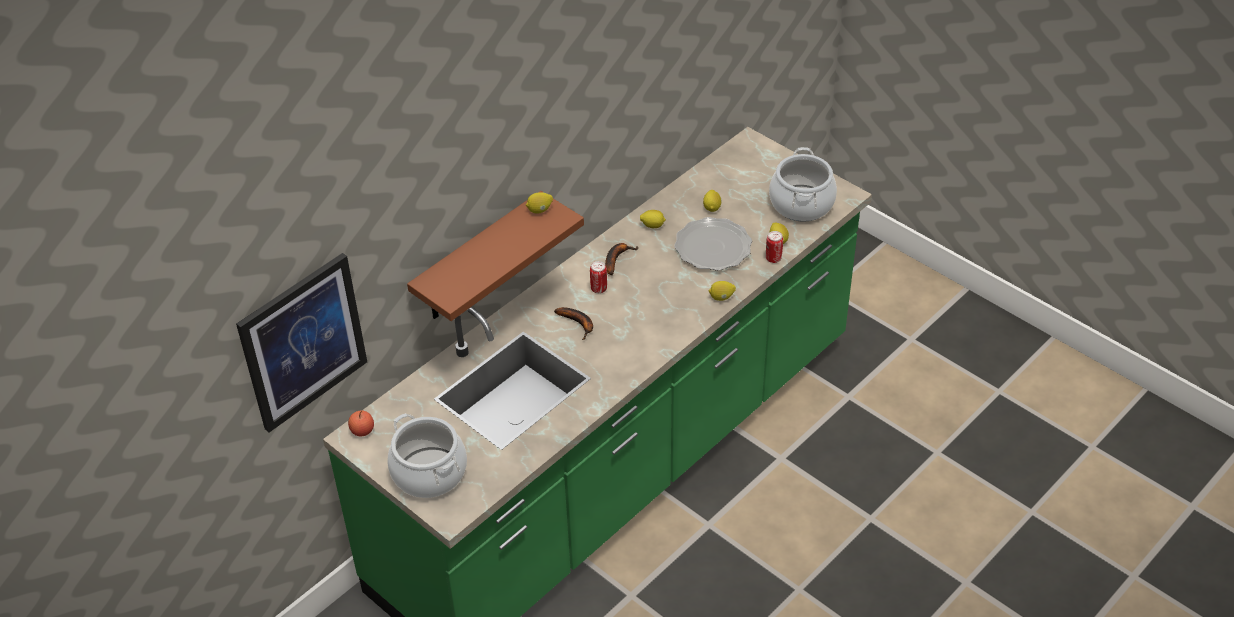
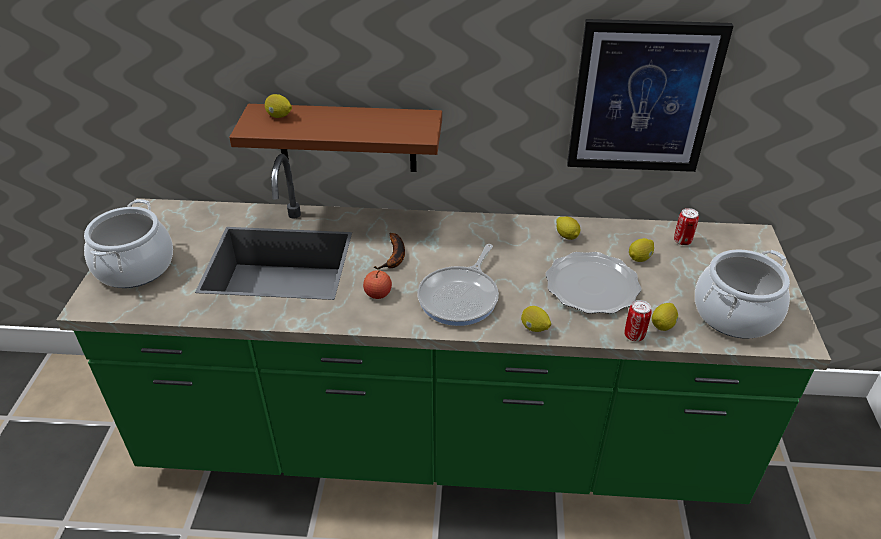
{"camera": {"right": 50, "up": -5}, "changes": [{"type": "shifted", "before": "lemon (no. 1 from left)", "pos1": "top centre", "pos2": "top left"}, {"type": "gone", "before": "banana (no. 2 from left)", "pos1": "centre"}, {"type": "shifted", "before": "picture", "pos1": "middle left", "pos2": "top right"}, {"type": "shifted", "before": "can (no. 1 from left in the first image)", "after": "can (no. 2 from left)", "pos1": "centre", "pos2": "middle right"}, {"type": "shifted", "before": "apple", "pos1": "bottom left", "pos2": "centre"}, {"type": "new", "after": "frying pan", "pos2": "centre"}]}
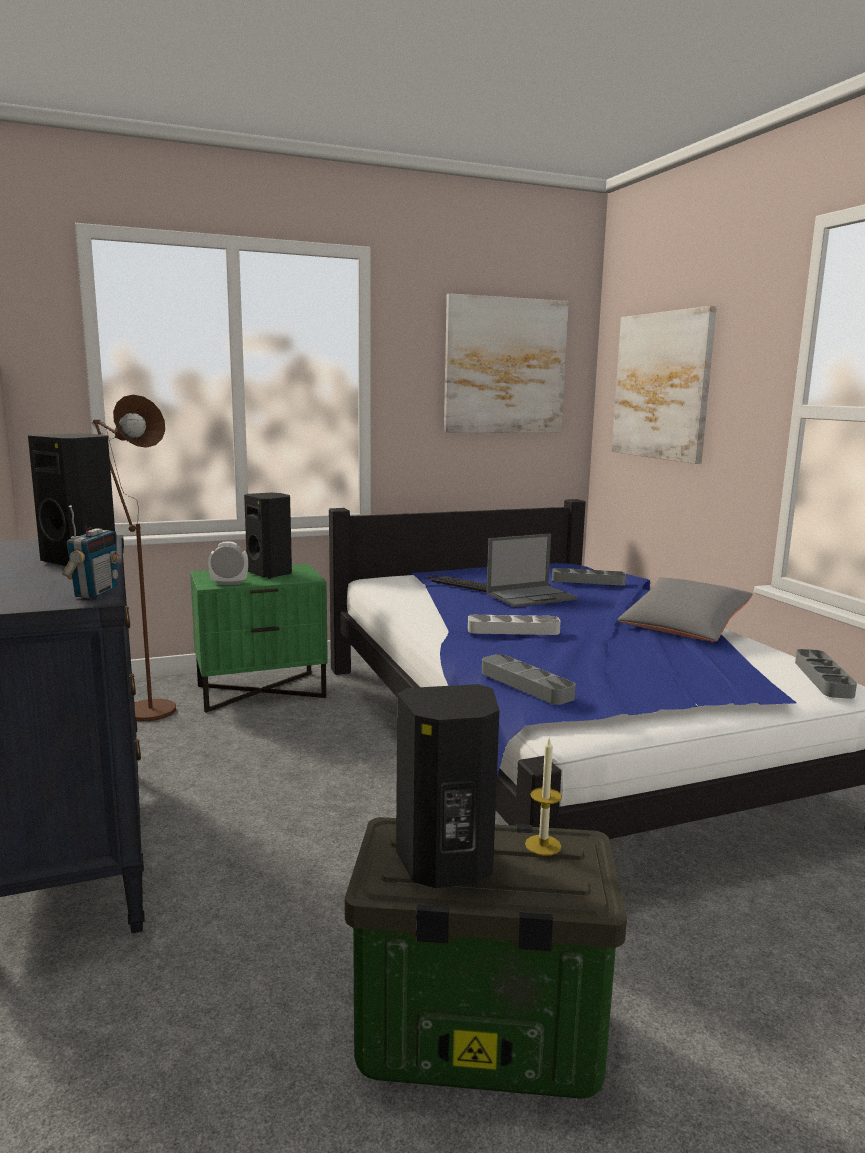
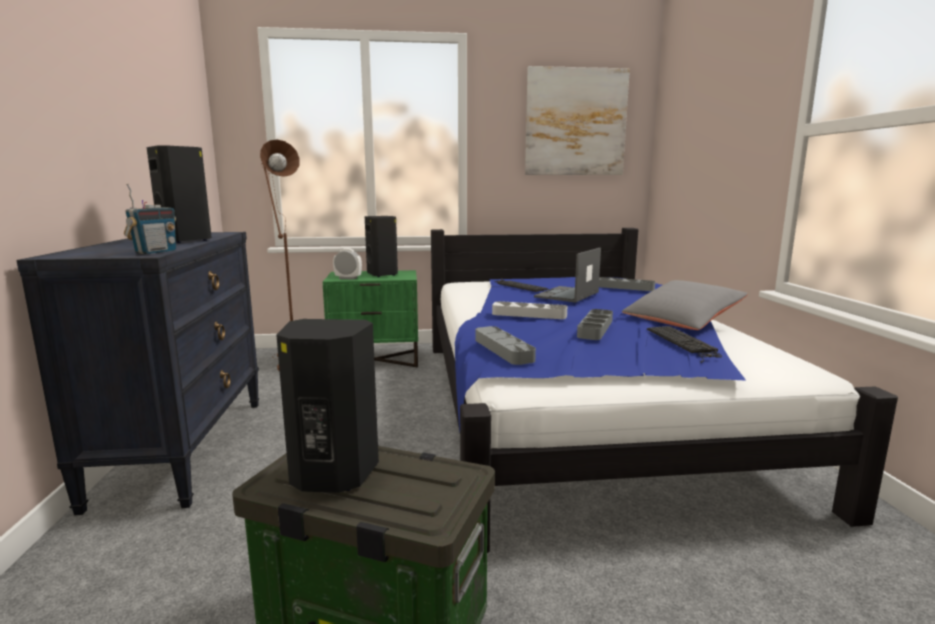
{"camera": {"right": 15, "up": 0}, "changes": [{"type": "gone", "before": "picture (no. 2 from left)", "pos1": "middle right"}, {"type": "rotated", "before": "laptop", "pos1": "centre", "pos2": "centre", "turn": 135}, {"type": "shifted", "before": "tray (grey) (no. 4 from left in the first image)", "after": "tray (grey) (no. 3 from left)", "pos1": "middle right", "pos2": "centre"}, {"type": "gone", "before": "candle", "pos1": "bottom centre"}, {"type": "new", "after": "keyboard (no. 2 from left)", "pos2": "middle right"}]}
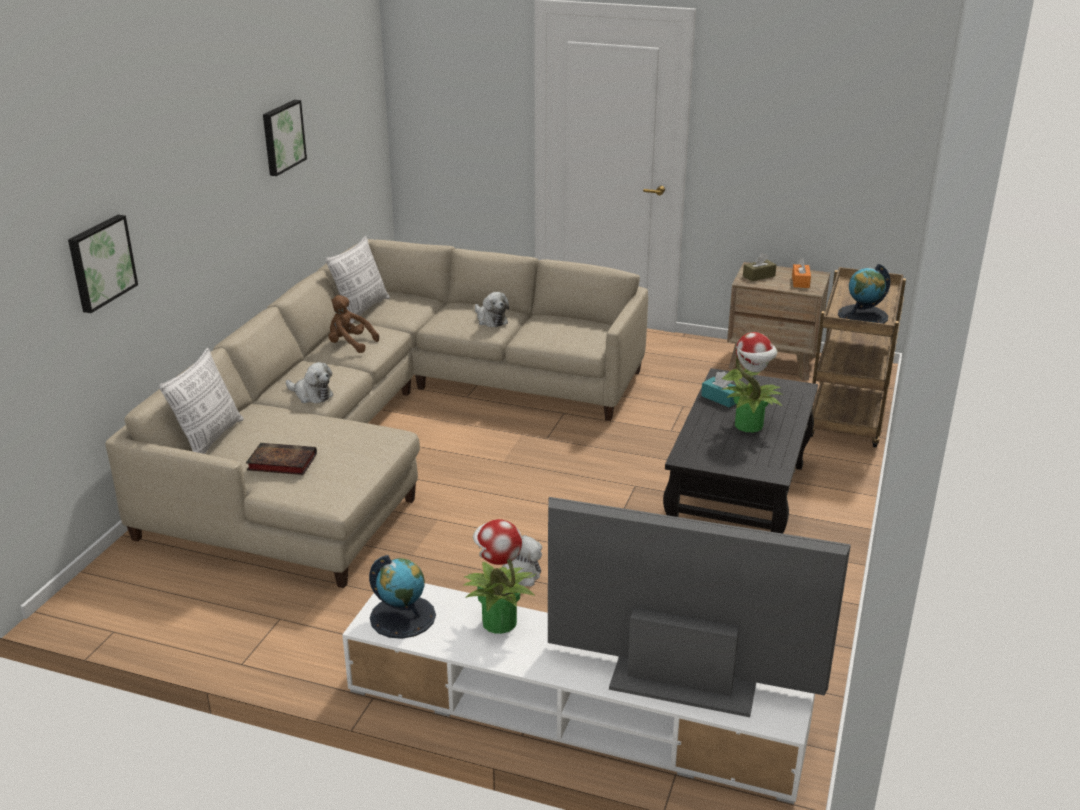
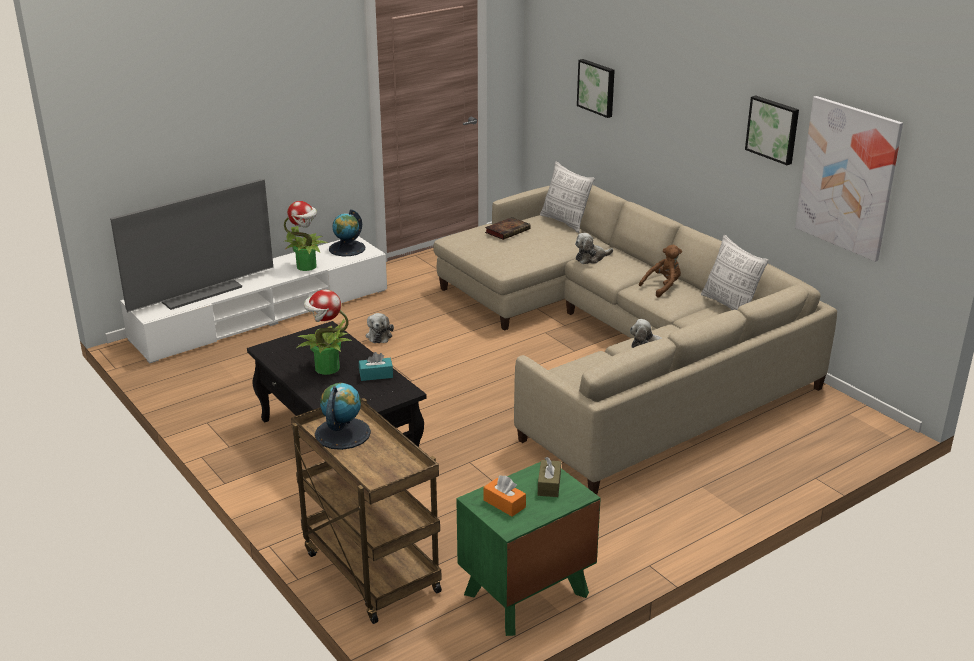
{"camera": {"right": 125, "up": 0}, "changes": [{"type": "repainted", "before": "nightstand (brown)", "after": "nightstand (green)", "pos1": "middle right", "pos2": "bottom centre"}, {"type": "new", "after": "picture (no. 3 from left)", "pos2": "top right"}]}
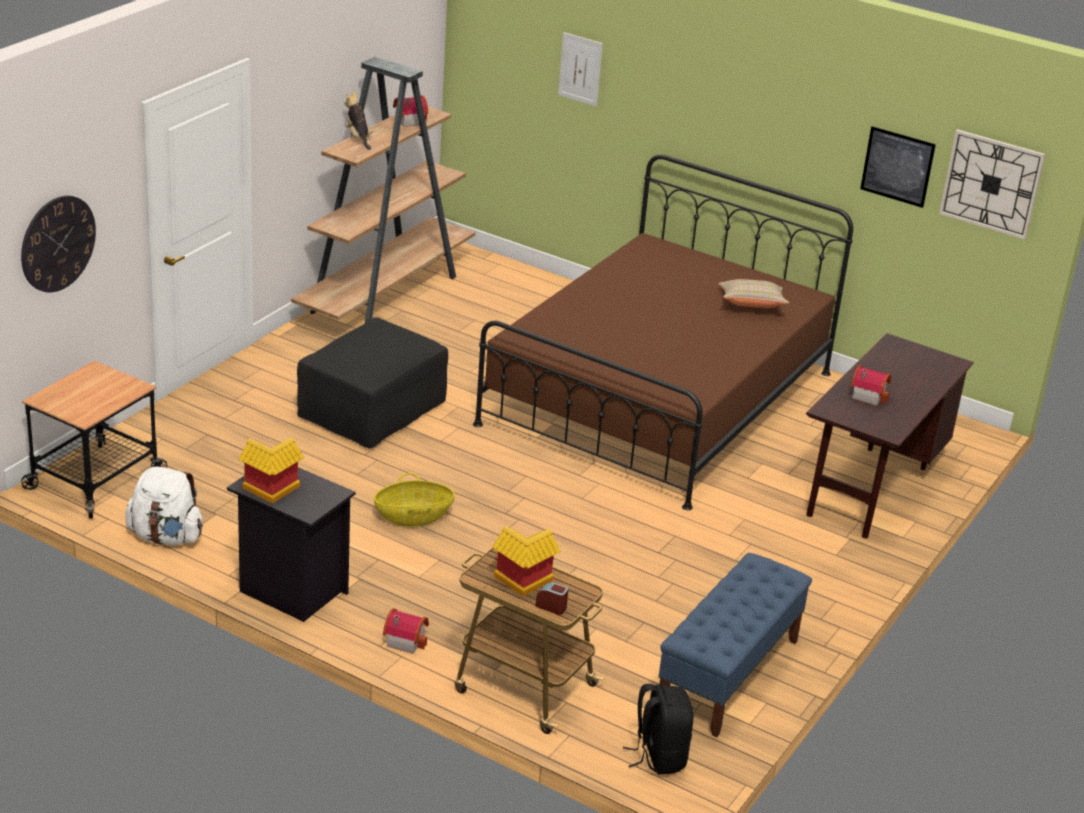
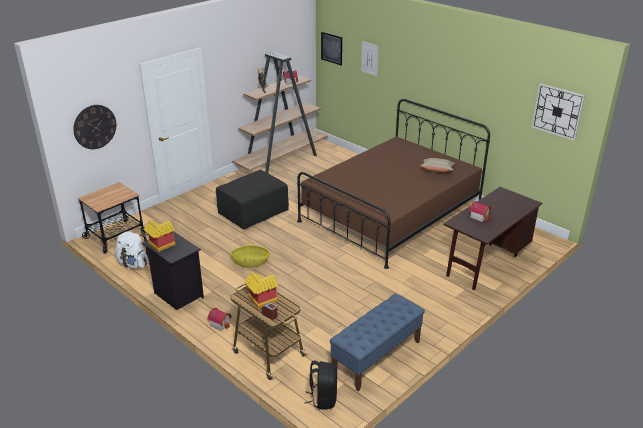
{"camera": {"right": 15, "up": 0}, "changes": [{"type": "shifted", "before": "picture (no. 2 from left in the first image)", "after": "picture (no. 1 from left)", "pos1": "top right", "pos2": "top centre"}]}
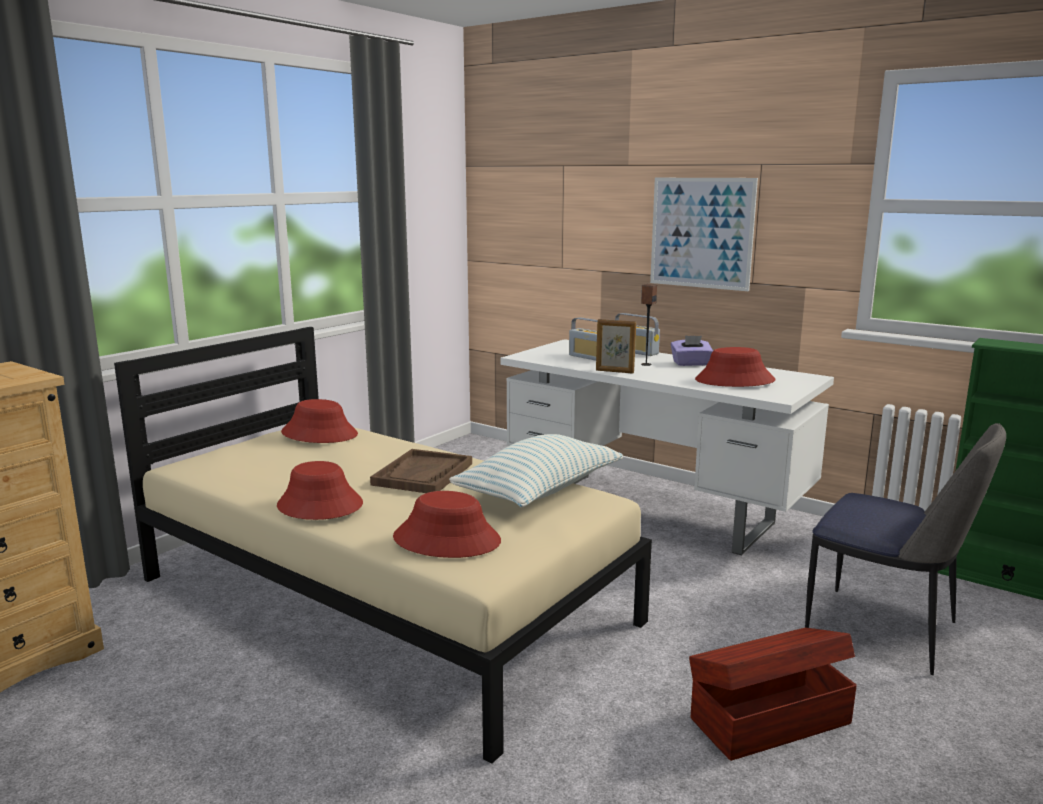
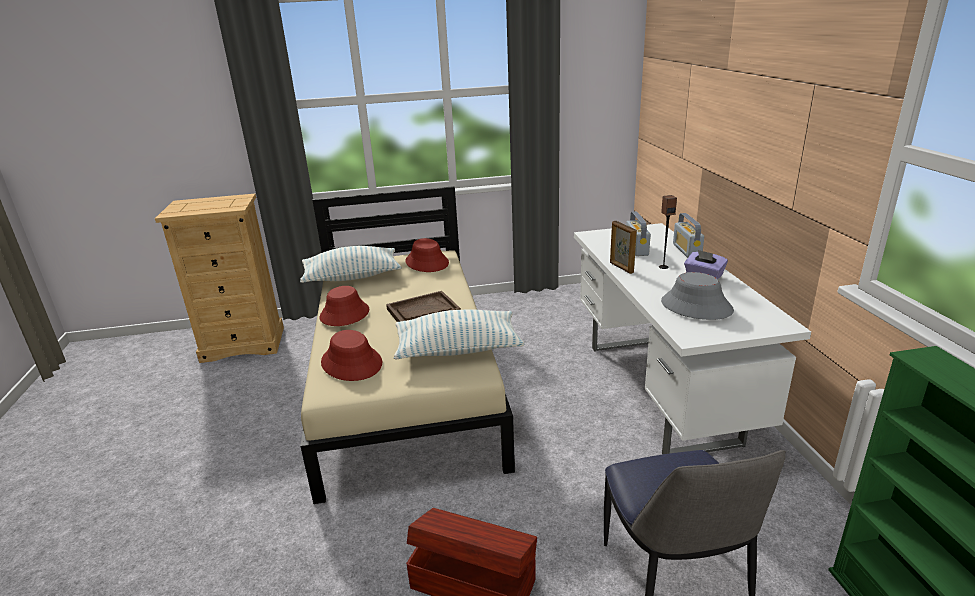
{"camera": {"right": 45, "up": 10}, "changes": [{"type": "gone", "before": "picture", "pos1": "top right"}, {"type": "repainted", "before": "hat (red) (no. 4 from left)", "after": "hat (grey)", "pos1": "middle right", "pos2": "middle right"}, {"type": "new", "after": "pillow (no. 1 from left)", "pos2": "centre"}]}
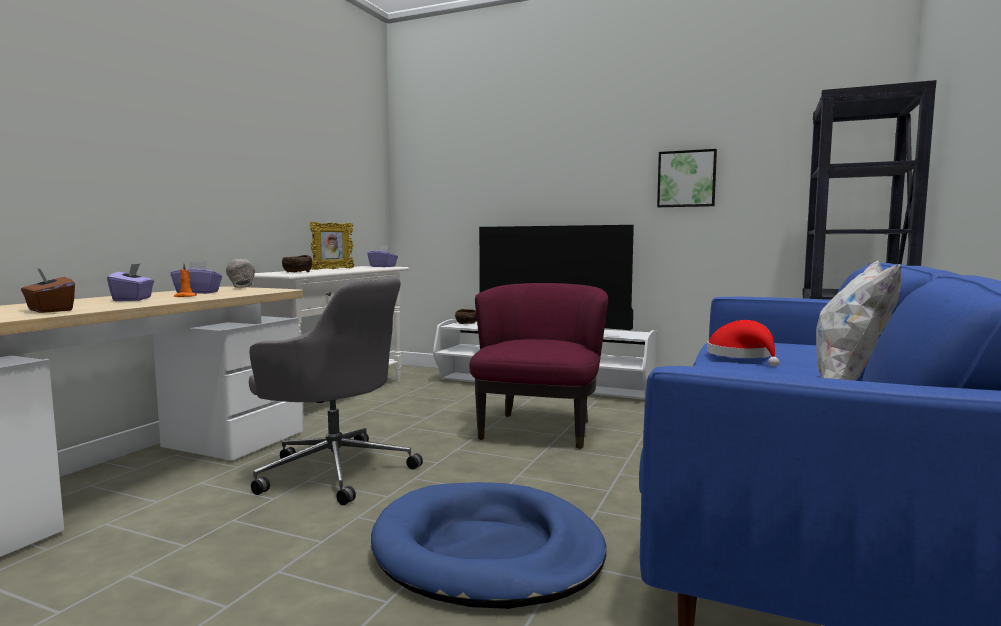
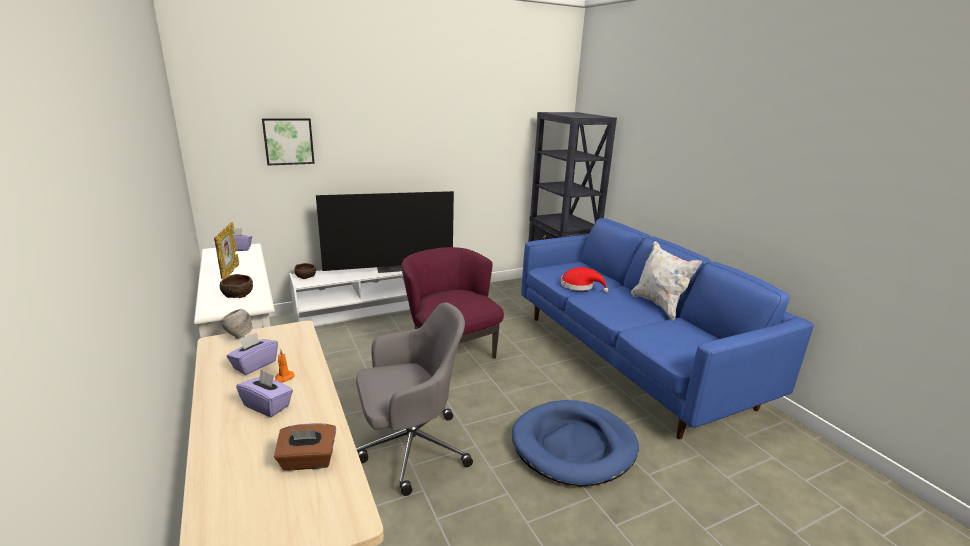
{"camera": {"right": -50, "up": 15}, "changes": [{"type": "shifted", "before": "picture", "pos1": "top right", "pos2": "top left"}]}
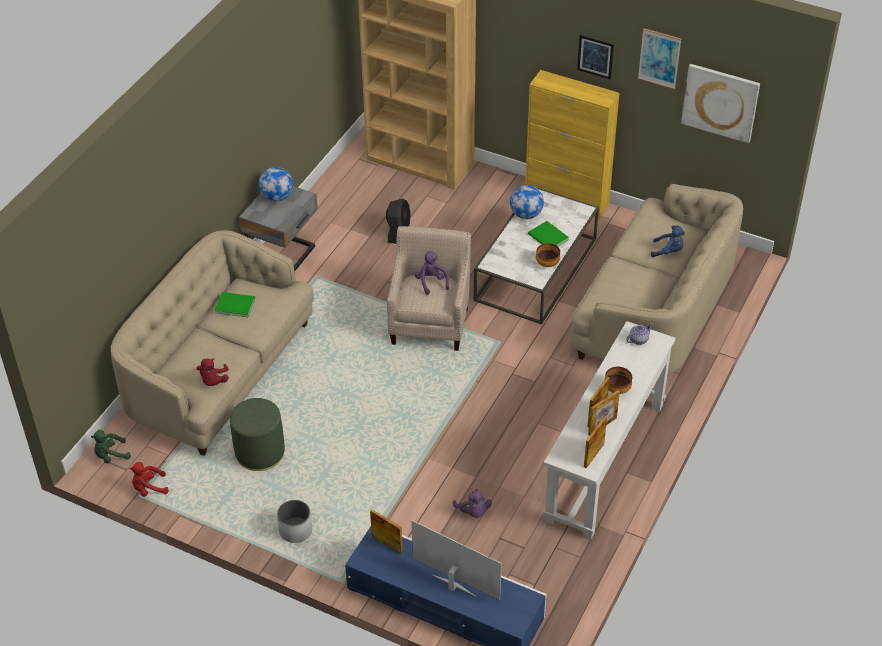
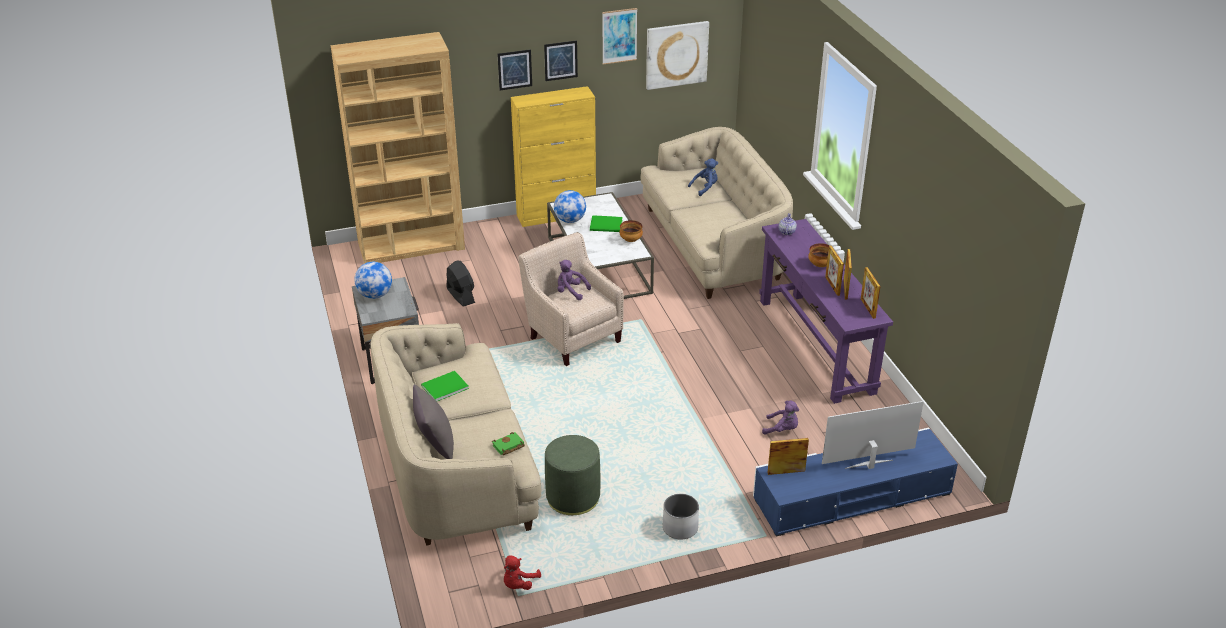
{"camera": {"right": -45, "up": -10}, "changes": [{"type": "repainted", "before": "console table (white)", "after": "console table (purple)", "pos1": "middle right", "pos2": "middle right"}, {"type": "swapped", "before": "plush toy (red) (no. 2 from left)", "after": "book (green) (no. 2 from left)", "pos1": "middle left", "pos2": "bottom centre"}, {"type": "gone", "before": "plush toy (green)", "pos1": "bottom left"}, {"type": "new", "after": "picture (no. 1 from left)", "pos2": "top centre"}, {"type": "new", "after": "pillow (grey)", "pos2": "bottom centre"}]}
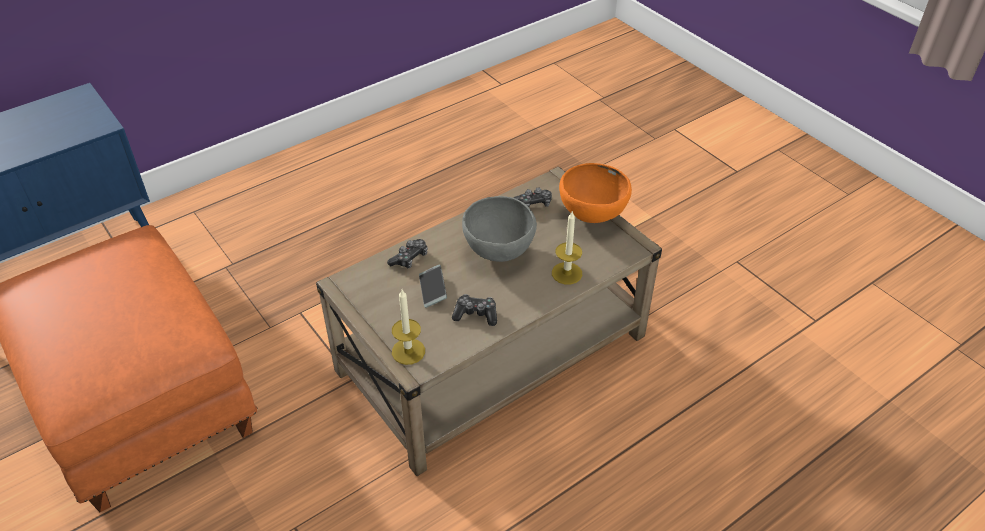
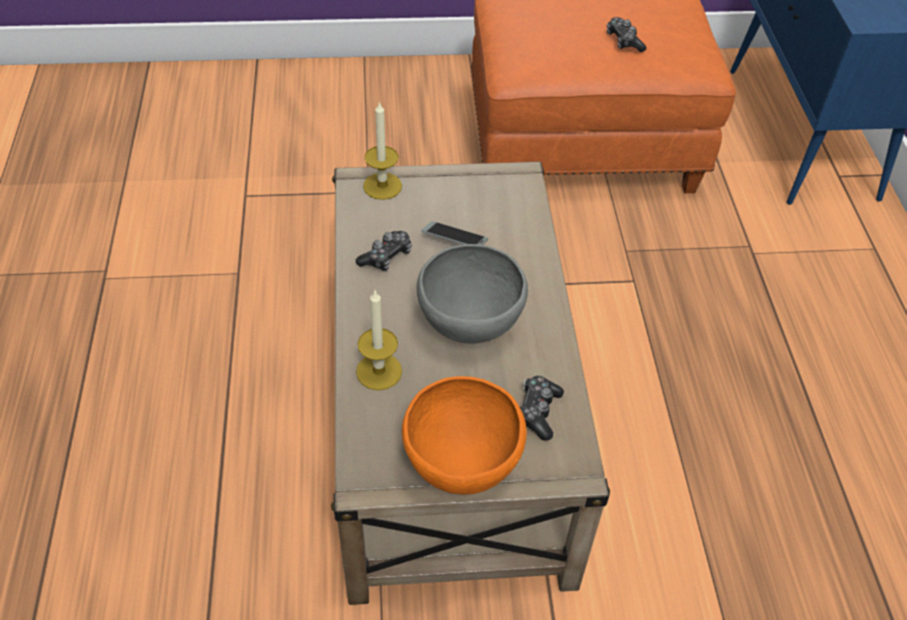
{"camera": {"right": 120, "up": 5}, "changes": [{"type": "shifted", "before": "game controller (no. 1 from left in the first image)", "after": "game controller (no. 3 from left)", "pos1": "centre", "pos2": "top right"}]}
